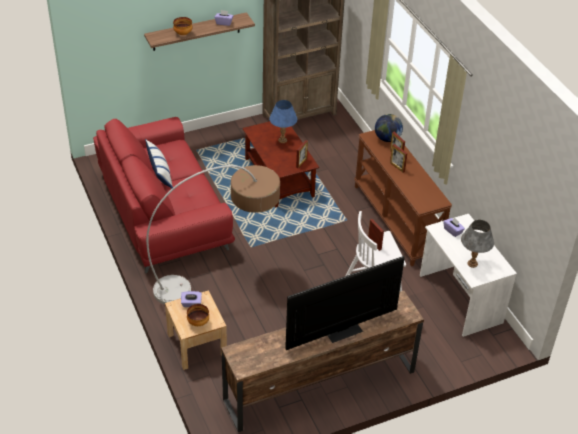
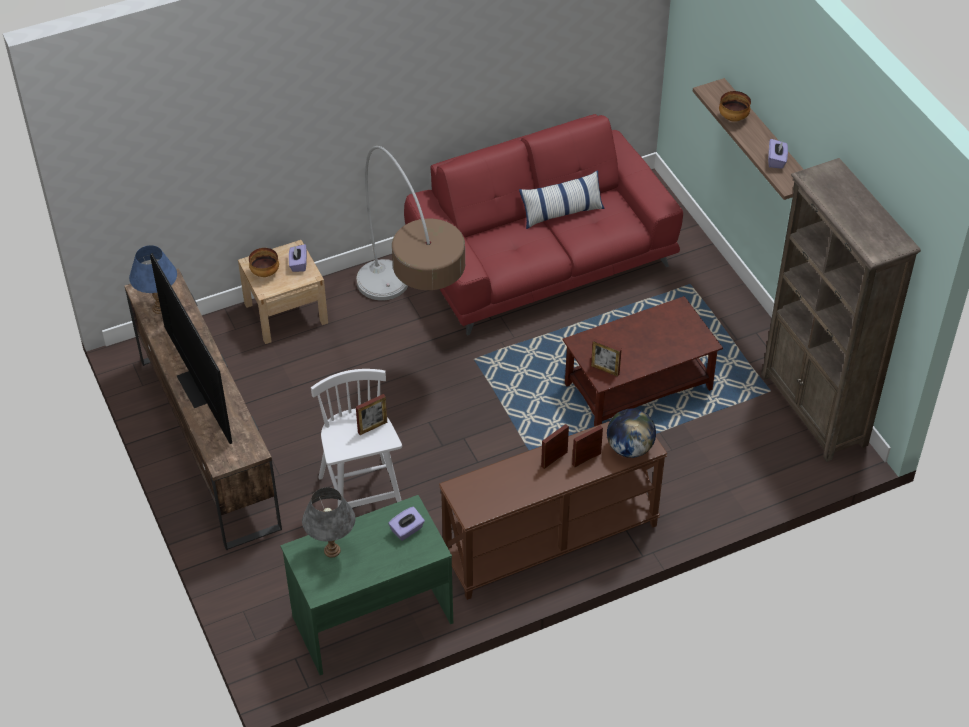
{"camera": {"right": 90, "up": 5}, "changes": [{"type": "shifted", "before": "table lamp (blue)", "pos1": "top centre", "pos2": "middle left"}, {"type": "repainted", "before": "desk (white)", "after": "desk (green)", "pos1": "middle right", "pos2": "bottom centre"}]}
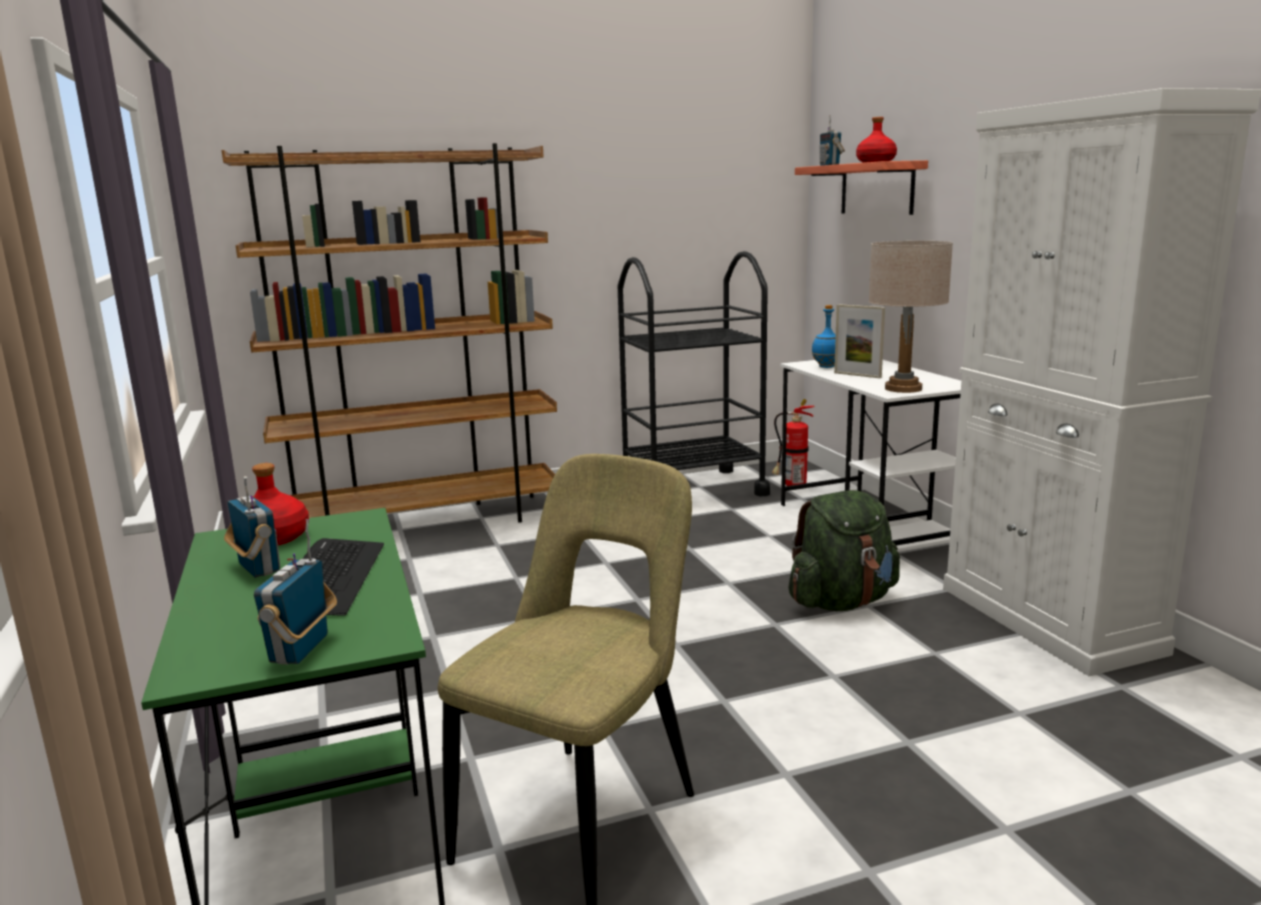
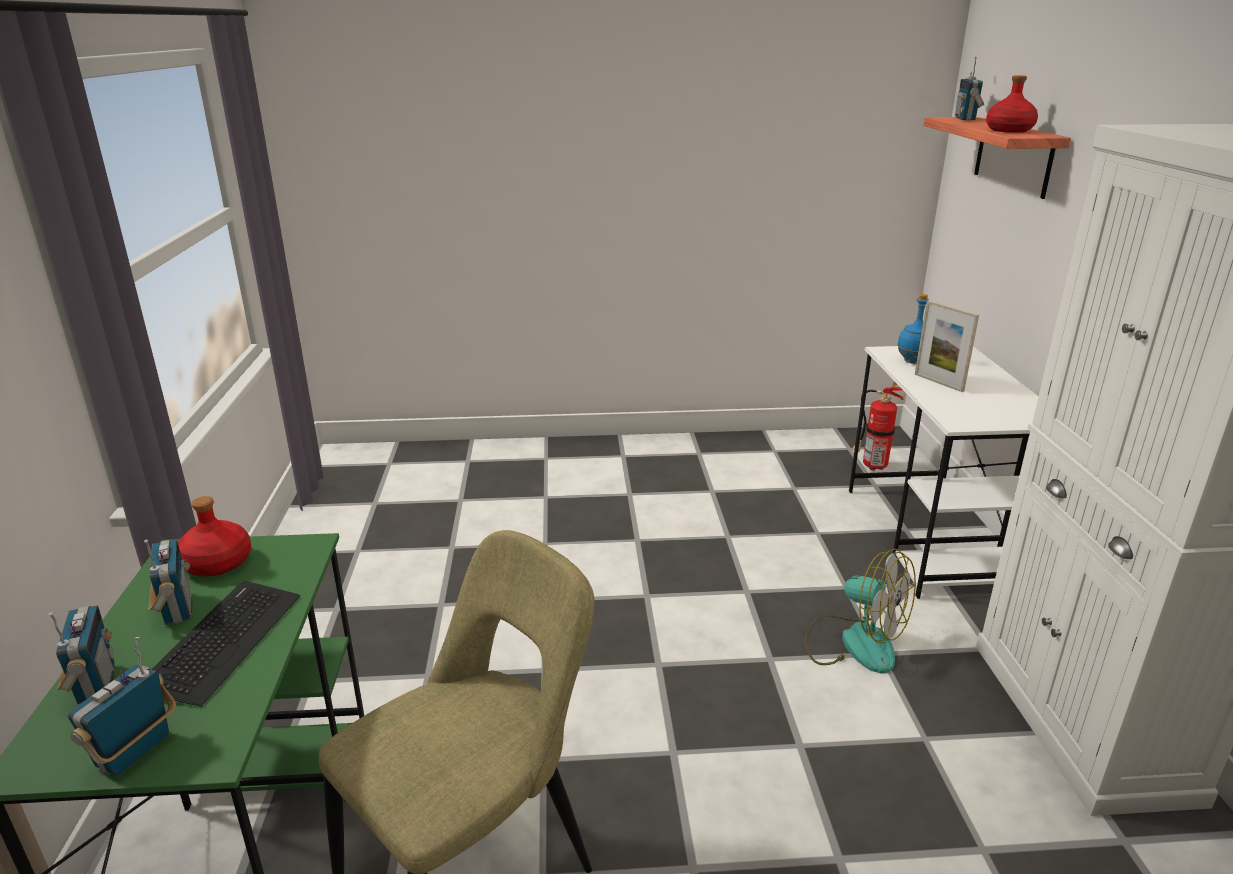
{"camera": {"right": 15, "up": 10}, "changes": [{"type": "gone", "before": "bookcase (brown)", "pos1": "middle left"}, {"type": "gone", "before": "table lamp (beige)", "pos1": "middle right"}, {"type": "gone", "before": "cart (black)", "pos1": "centre"}, {"type": "swapped", "before": "backpack (green)", "after": "fan", "pos1": "middle right", "pos2": "bottom right"}, {"type": "new", "after": "radio (no. 1 from left)", "pos2": "bottom left"}]}
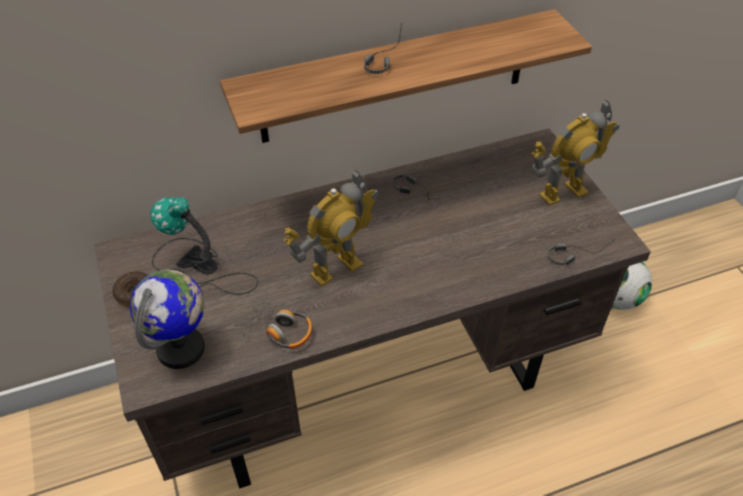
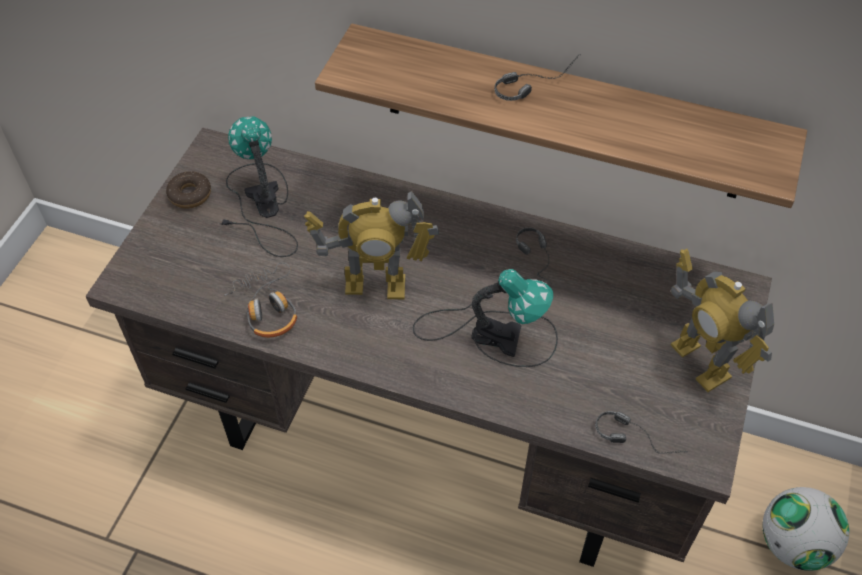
{"camera": {"right": 40, "up": 5}, "changes": [{"type": "rotated", "before": "toy robot (no. 2 from left)", "pos1": "top right", "pos2": "middle right", "turn": 45}, {"type": "gone", "before": "globe", "pos1": "middle left"}, {"type": "new", "after": "table lamp (no. 2 from left)", "pos2": "centre"}]}
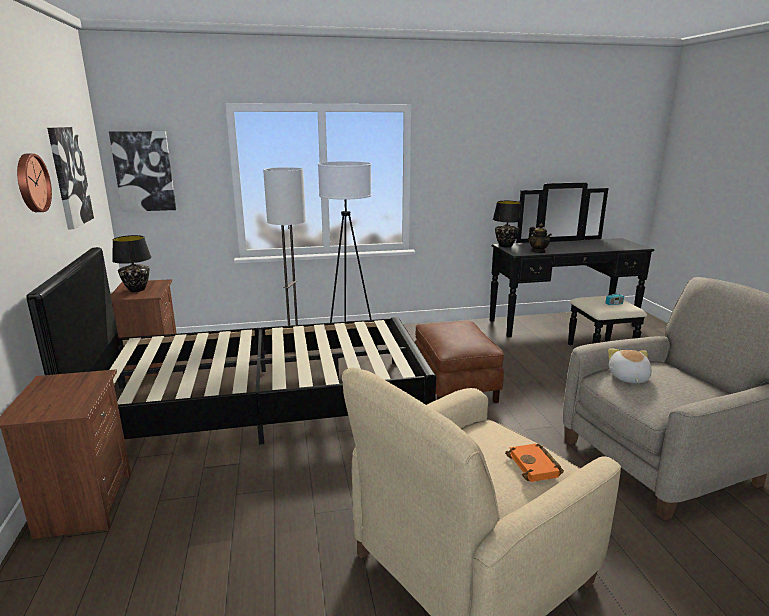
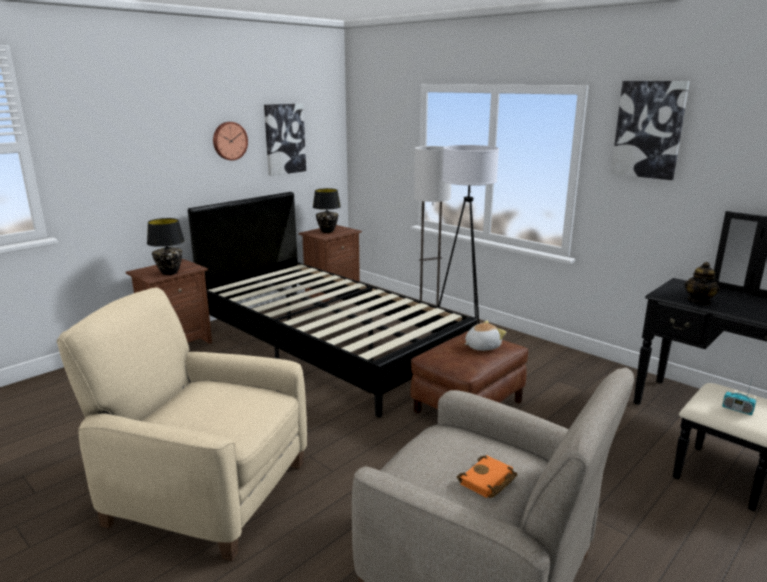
{"camera": {"right": 55, "up": 0}, "changes": [{"type": "shifted", "before": "picture (no. 2 from left)", "pos1": "top left", "pos2": "top right"}, {"type": "shifted", "before": "table lamp (black) (no. 2 from left in the first image)", "after": "table lamp (black) (no. 1 from left)", "pos1": "centre", "pos2": "middle left"}, {"type": "shifted", "before": "plush toy", "pos1": "middle right", "pos2": "centre"}, {"type": "shifted", "before": "book (orange)", "pos1": "bottom right", "pos2": "bottom centre"}]}
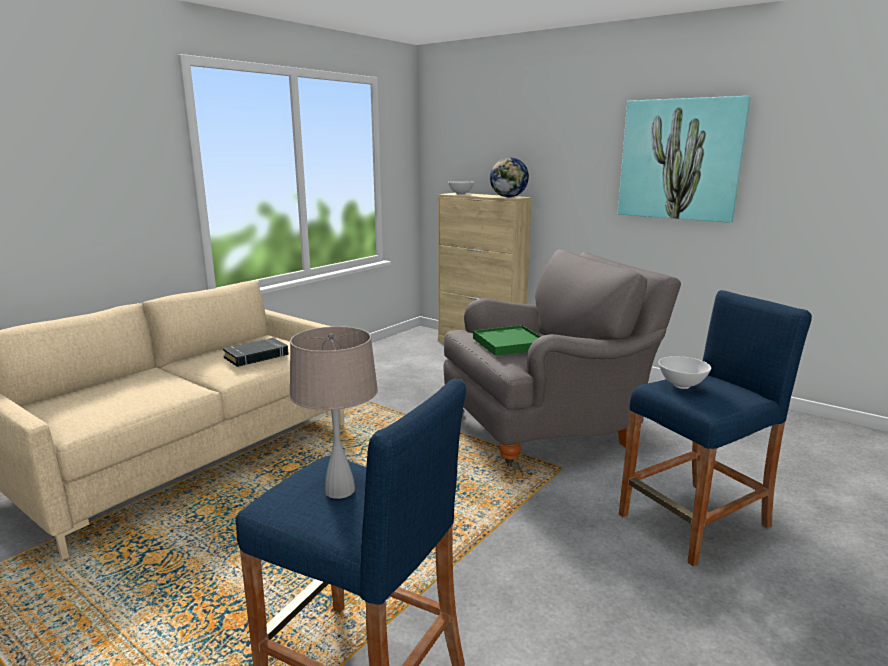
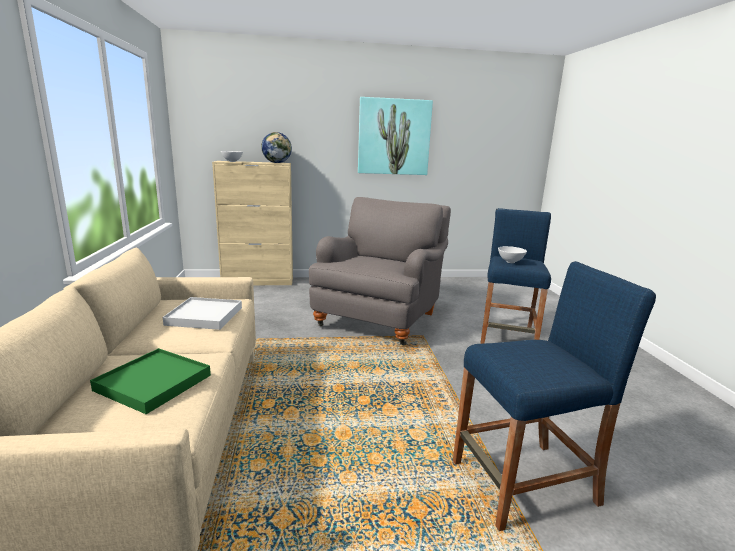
{"camera": {"right": -45, "up": 0}, "changes": [{"type": "shifted", "before": "tray (green)", "pos1": "centre", "pos2": "bottom left"}, {"type": "gone", "before": "table lamp (beige)", "pos1": "centre"}, {"type": "swapped", "before": "book (black)", "after": "tray (white)", "pos1": "middle left", "pos2": "middle left"}]}
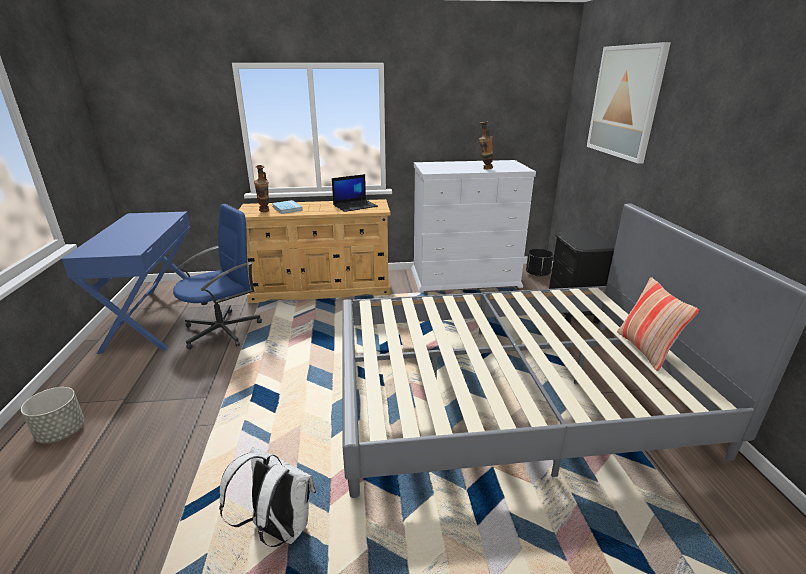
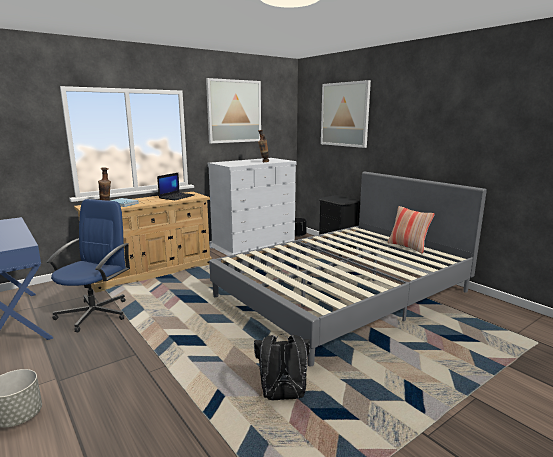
{"camera": {"right": -30, "up": -10}, "changes": [{"type": "repainted", "before": "backpack (white)", "after": "backpack (black)", "pos1": "bottom left", "pos2": "bottom centre"}, {"type": "new", "after": "picture (no. 1 from left)", "pos2": "top centre"}]}
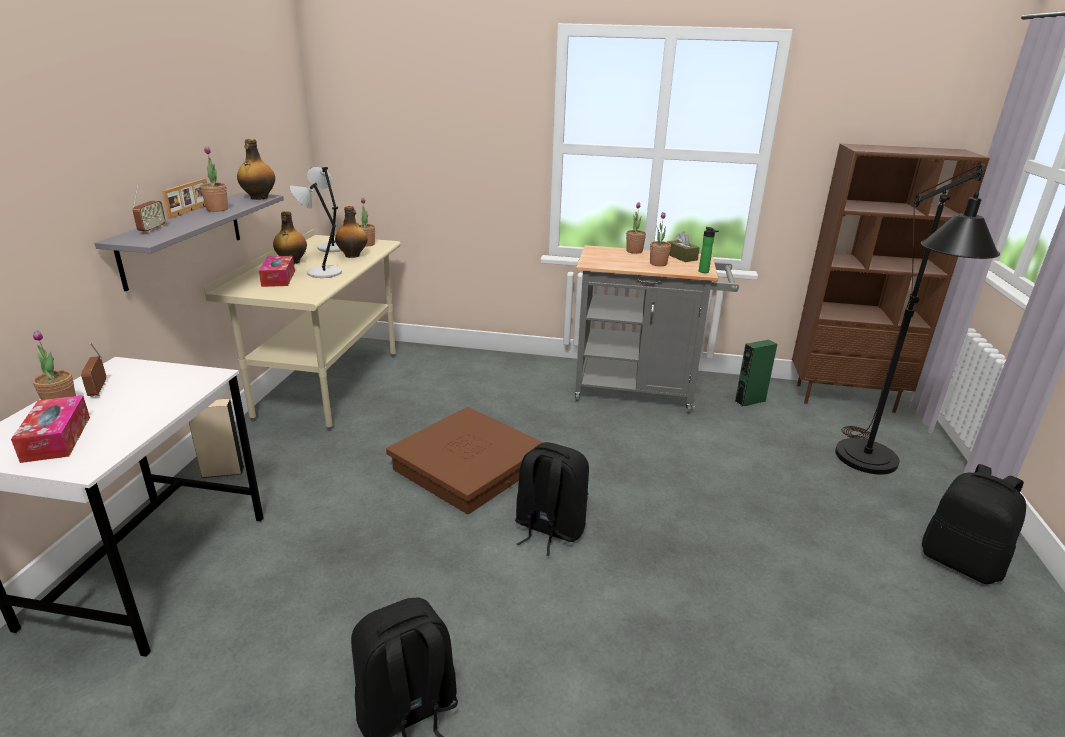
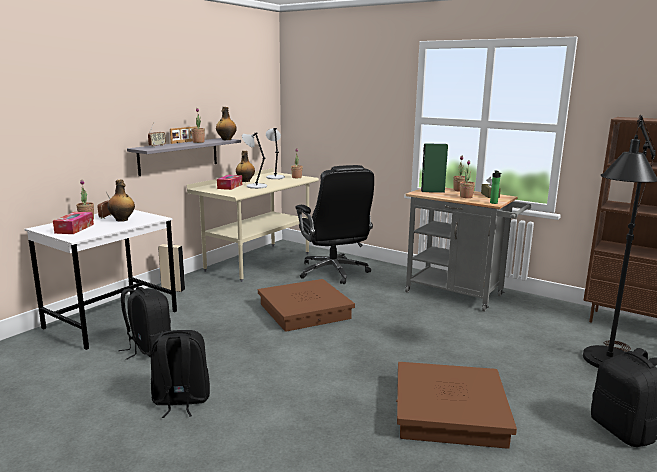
{"camera": {"right": 25, "up": -10}, "changes": [{"type": "shifted", "before": "bottle (no. 3 from left in the first image)", "after": "bottle (no. 1 from left)", "pos1": "top left", "pos2": "middle left"}, {"type": "shifted", "before": "speaker (green)", "pos1": "middle right", "pos2": "centre"}, {"type": "shifted", "before": "backpack (black) (no. 2 from left in the first image)", "after": "backpack (black) (no. 1 from left)", "pos1": "bottom centre", "pos2": "bottom left"}, {"type": "new", "after": "office chair (black)", "pos2": "centre"}, {"type": "new", "after": "storage box (brown) (no. 2 from left)", "pos2": "bottom right"}]}
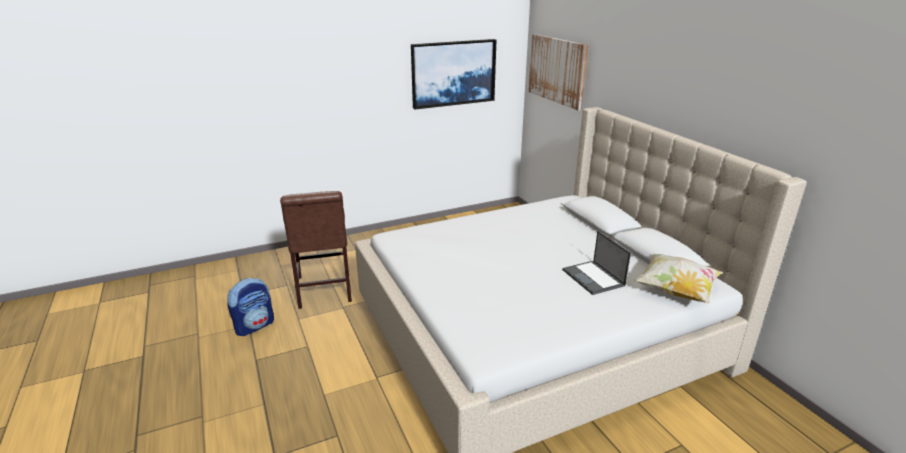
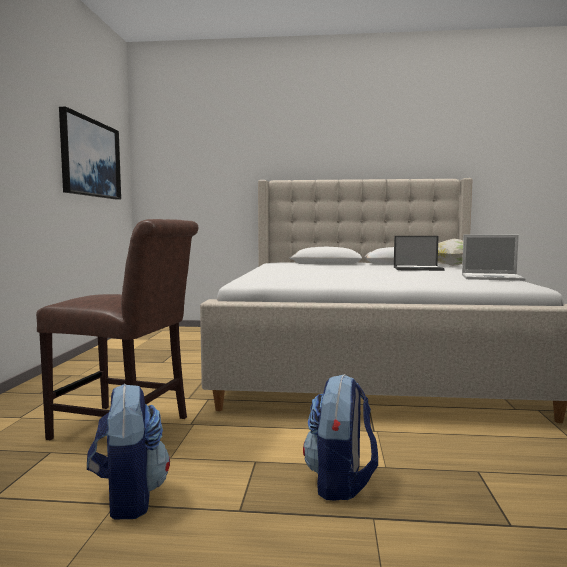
{"camera": {"right": -60, "up": -20}, "changes": [{"type": "gone", "before": "picture (no. 2 from left)", "pos1": "top centre"}, {"type": "new", "after": "laptop (no. 2 from left)", "pos2": "middle right"}, {"type": "new", "after": "backpack (no. 2 from left)", "pos2": "bottom centre"}]}
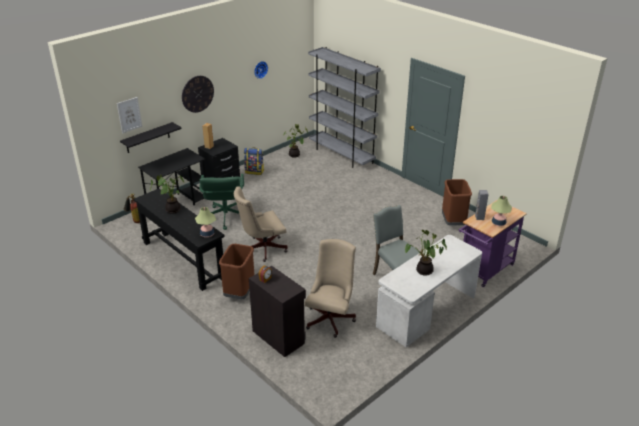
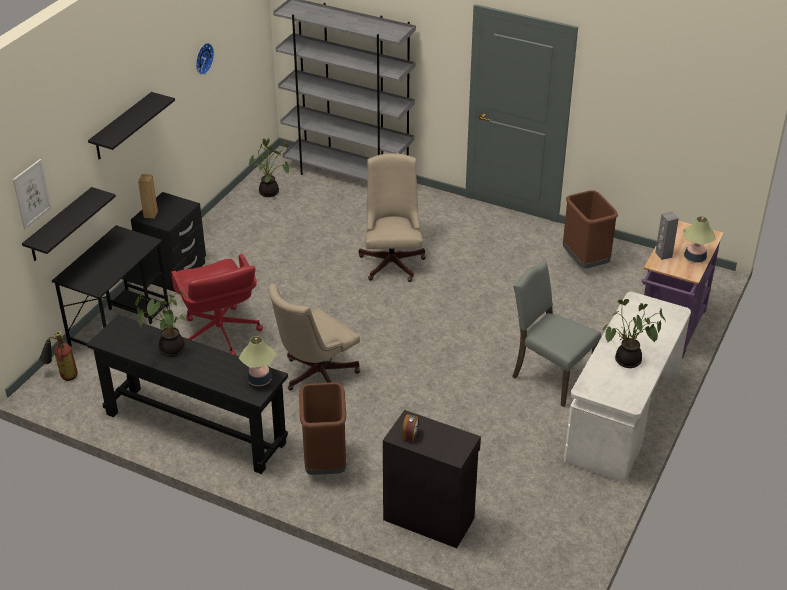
{"camera": {"right": -20, "up": 5}, "changes": [{"type": "swapped", "before": "wall clock (no. 1 from left)", "after": "shelf (black) (no. 2 from left)", "pos1": "top left", "pos2": "top left"}, {"type": "gone", "before": "backpack", "pos1": "centre"}, {"type": "repainted", "before": "office chair (green)", "after": "office chair (red)", "pos1": "centre", "pos2": "middle left"}, {"type": "shifted", "before": "office chair (beige) (no. 2 from left)", "pos1": "bottom centre", "pos2": "centre"}]}
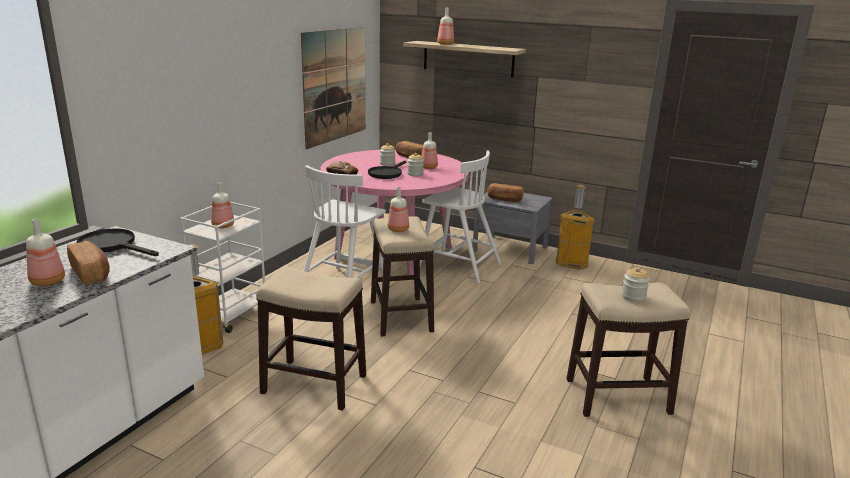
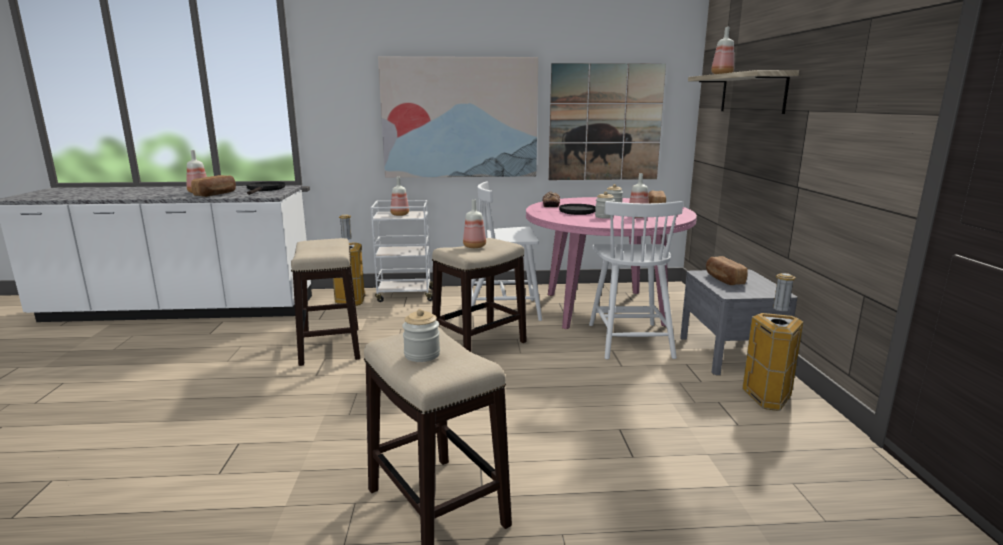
{"camera": {"right": 60, "up": -5}, "changes": [{"type": "new", "after": "picture (no. 1 from left)", "pos2": "top centre"}]}
